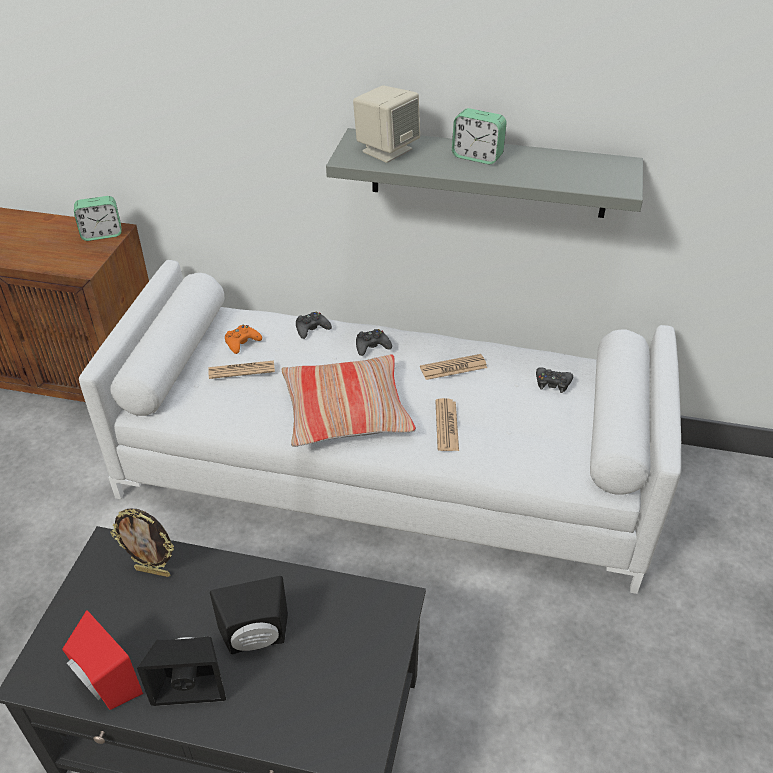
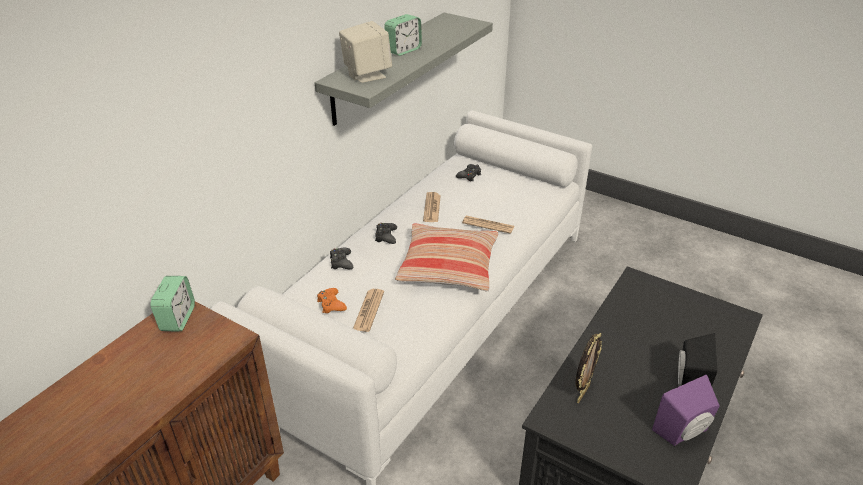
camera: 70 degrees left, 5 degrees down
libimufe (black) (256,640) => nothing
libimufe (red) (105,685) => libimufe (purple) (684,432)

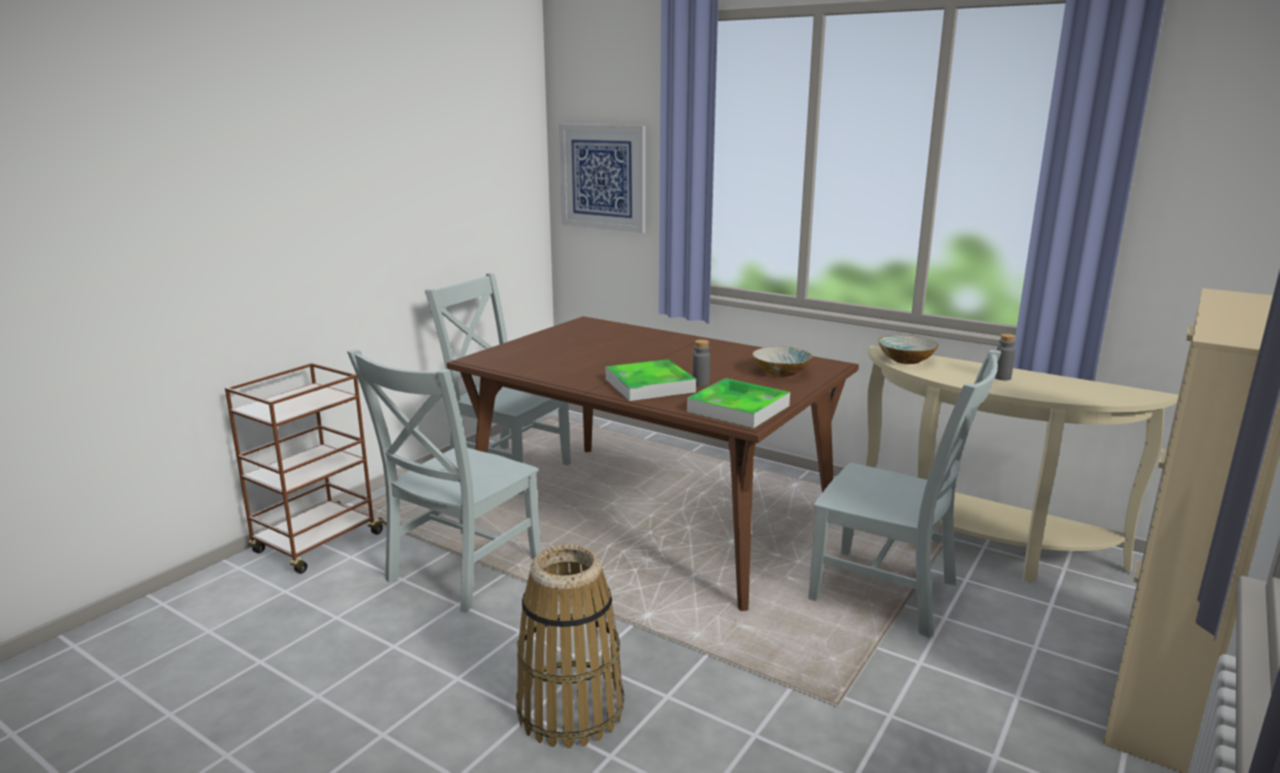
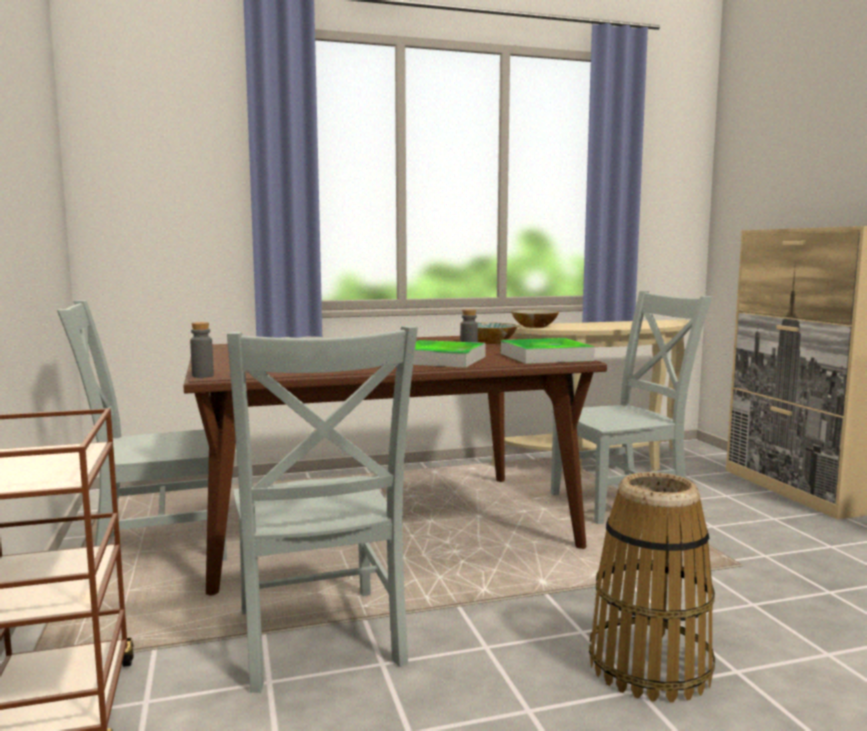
camera: 50 degrees left, 10 degrees down
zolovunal (603,177) => nothing
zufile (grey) (1002,377) => zufile (grey) (203,376), relocated

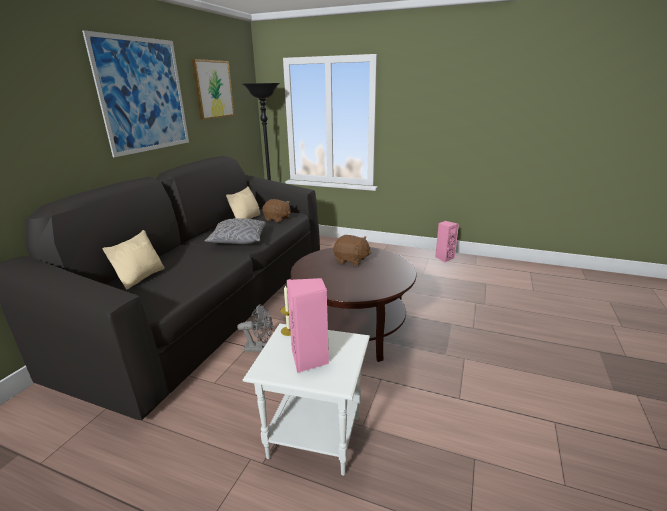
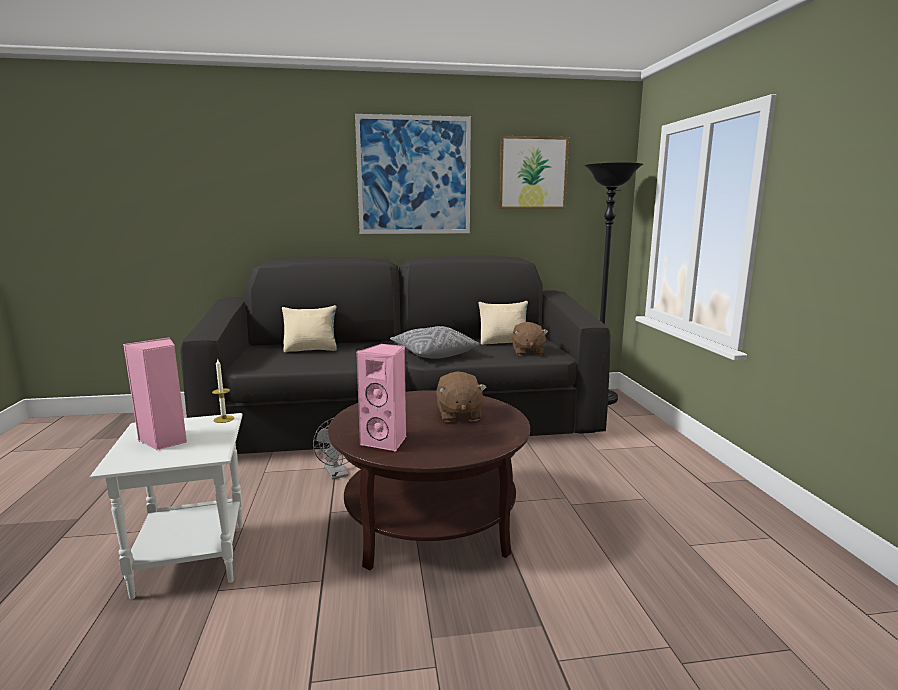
camera: 60 degrees right, 10 degrees down
libimufe (pink) (444,258) => libimufe (pink) (386,441), relocated

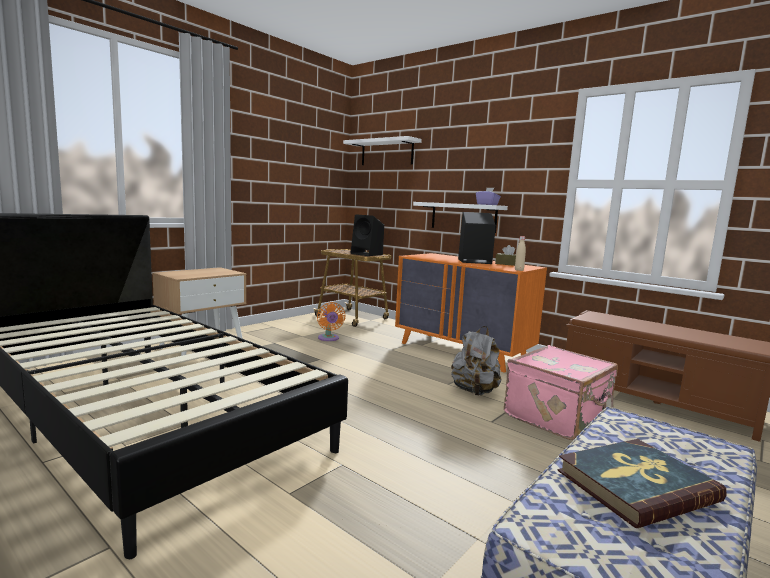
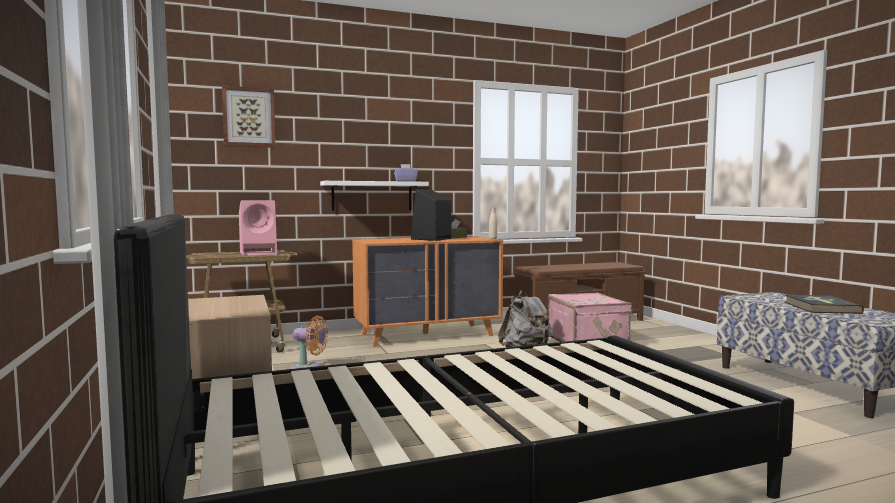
camera: 60 degrees left, 5 degrees down
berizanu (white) (387,153) => zolovunal (249,117)
libimufe (black) (367,254) => libimufe (pink) (259,253)

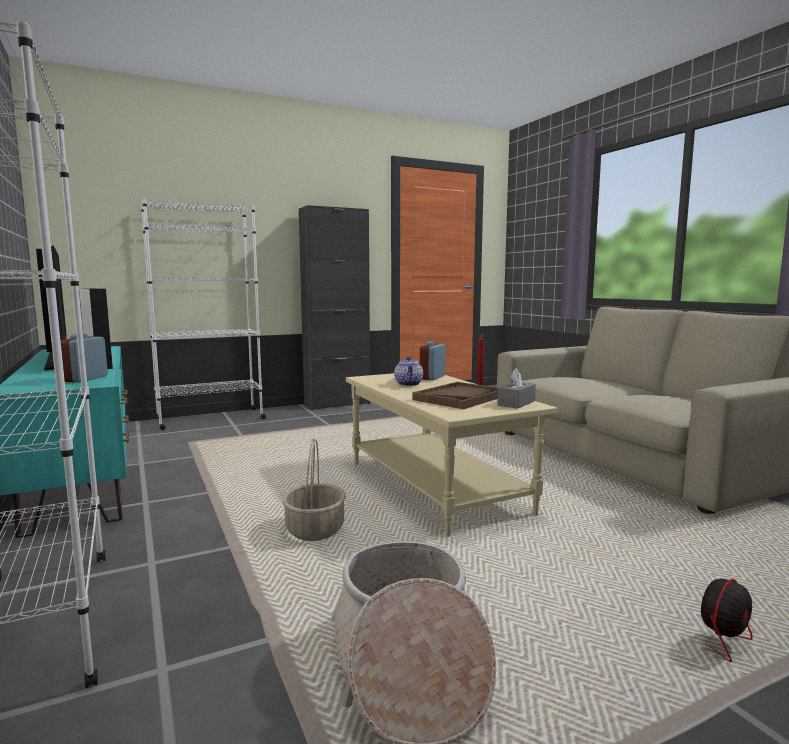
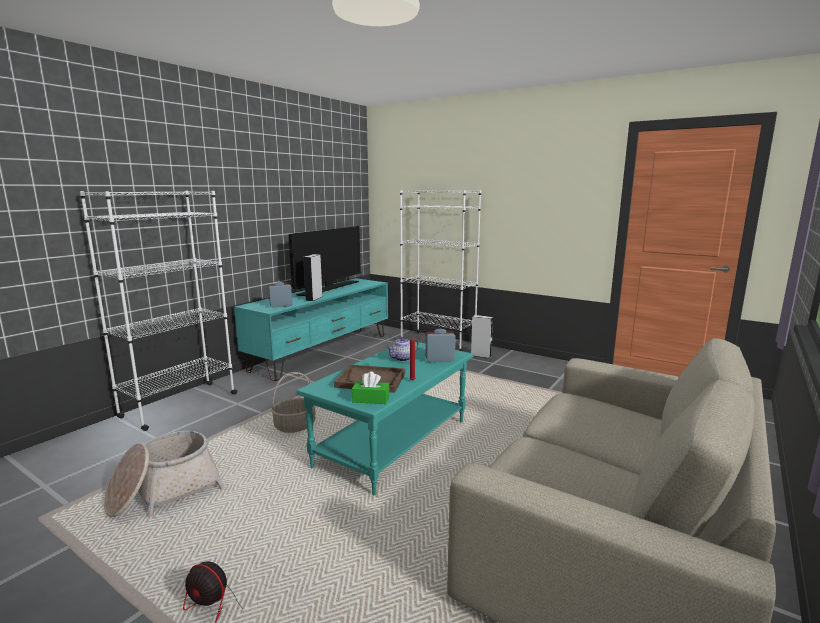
camera: 60 degrees right, 5 degrees up
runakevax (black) (337,404) => nothing
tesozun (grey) (516,403) => tesozun (green) (371,399)
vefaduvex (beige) (437,487) => vefaduvex (turquoise) (394,444)
nothing => libimufe (grey) (481,355)

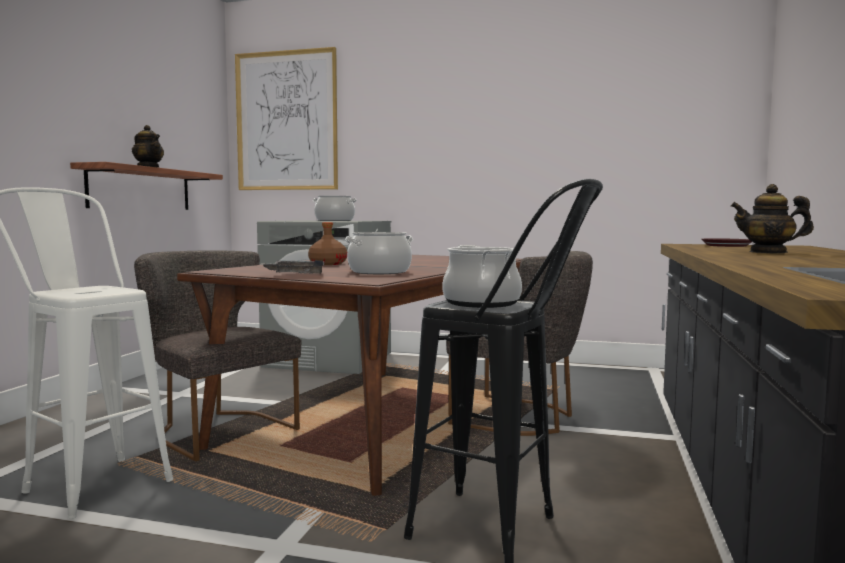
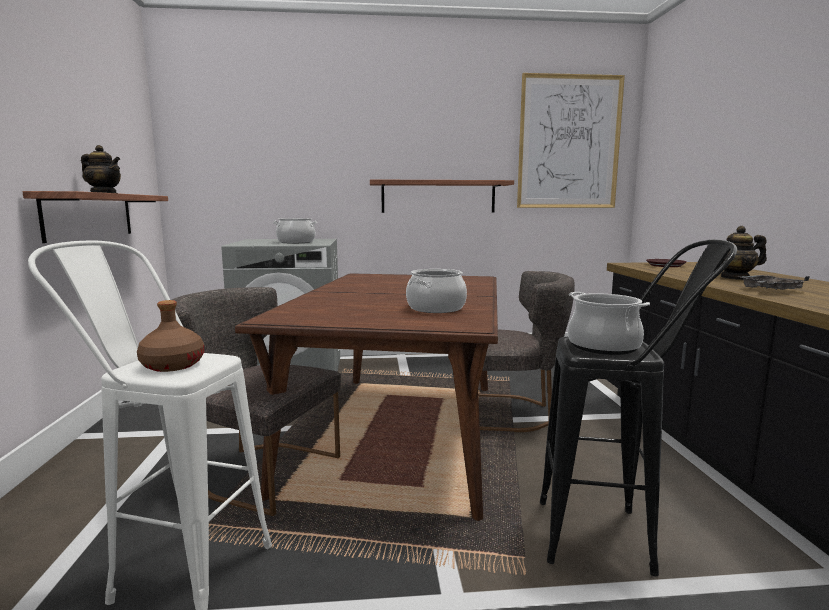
camera: 20 degrees left, 5 degrees up
zolovunal (286,121) => zolovunal (569,143), relocated
zufile (brown) (327,264) => zufile (brown) (172,365), relocated
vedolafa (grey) (296,275) => vedolafa (grey) (769,290), relocated
nothing => berizanu (438,197)

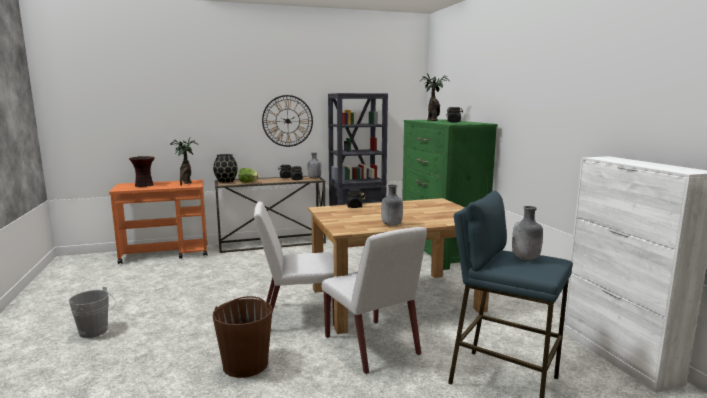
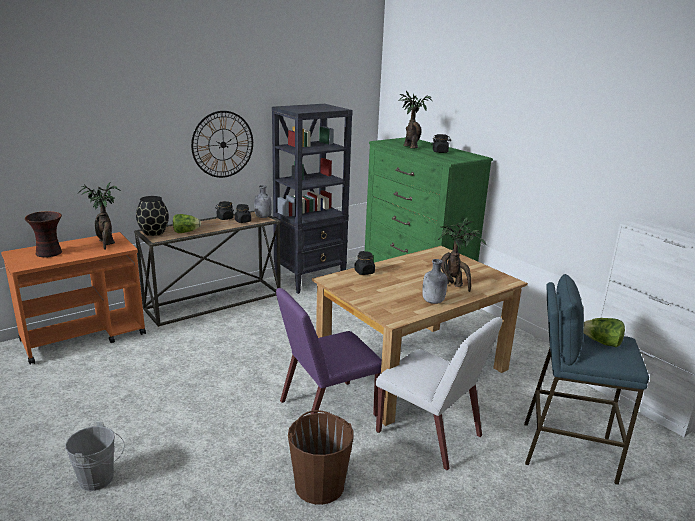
camera: 20 degrees left, 10 degrees up
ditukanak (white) (298,316) => ditukanak (purple) (327,409)
zufile (grey) (525,258) => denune (602,343)
nothing => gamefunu (454,285)

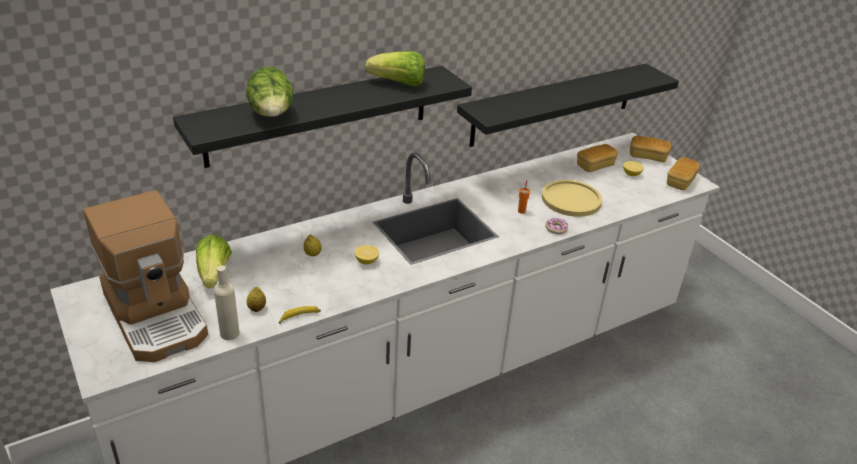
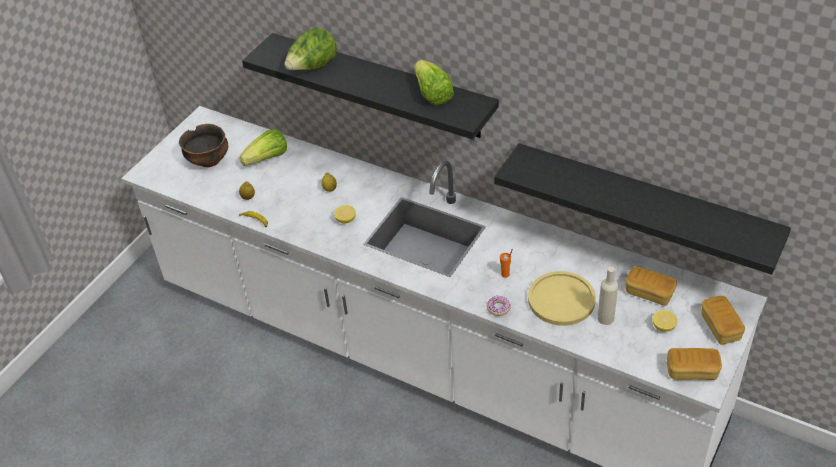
camera: 65 degrees right, 10 degrees up
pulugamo (157,315) => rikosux (208,160)
zufile (beige) (229,333) => zufile (beige) (605,318), relocated

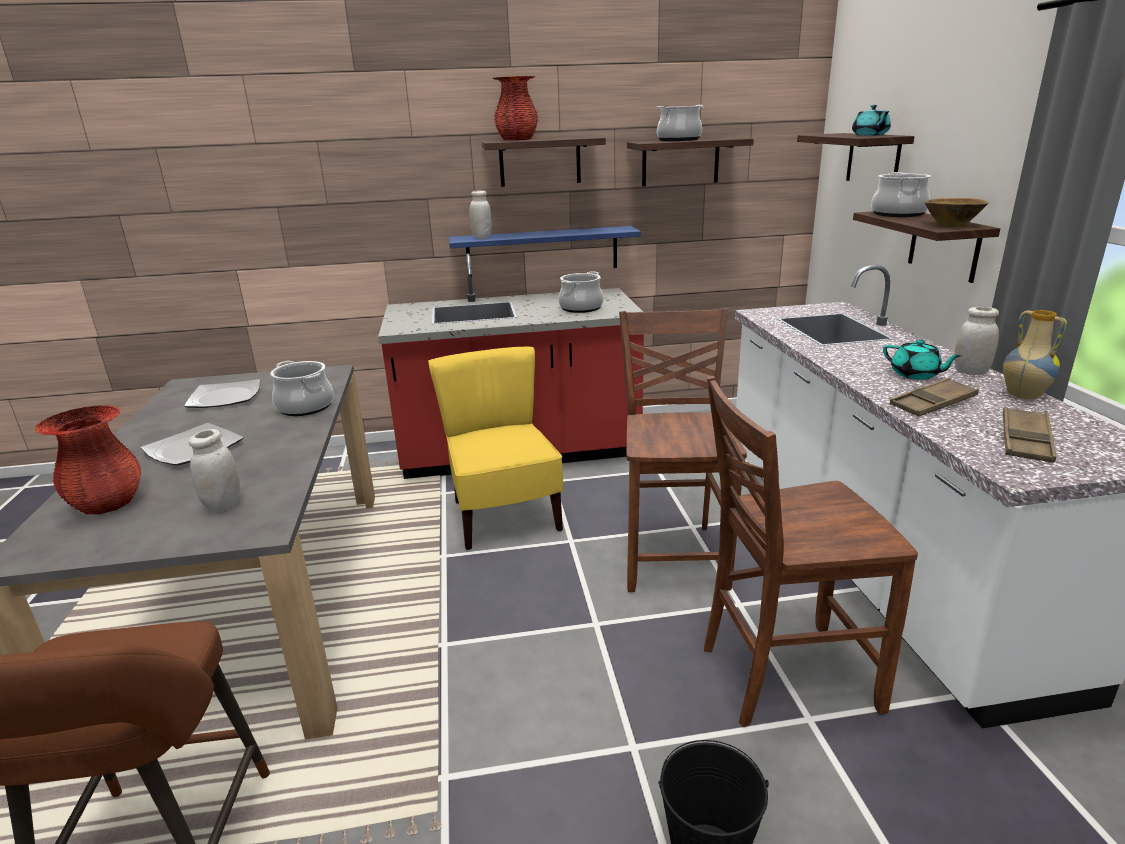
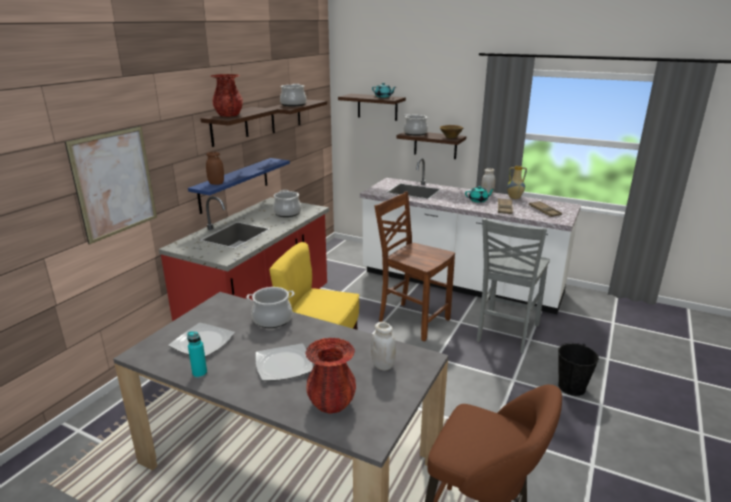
camera: 55 degrees left, 0 degrees up
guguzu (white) (482,237) => guguzu (brown) (216,183)
ditukanak (brown) (783,675) => ditukanak (grey) (505,333)
nothing => zolovunal (115,183)
nothing => zufile (turquoise) (200,373)

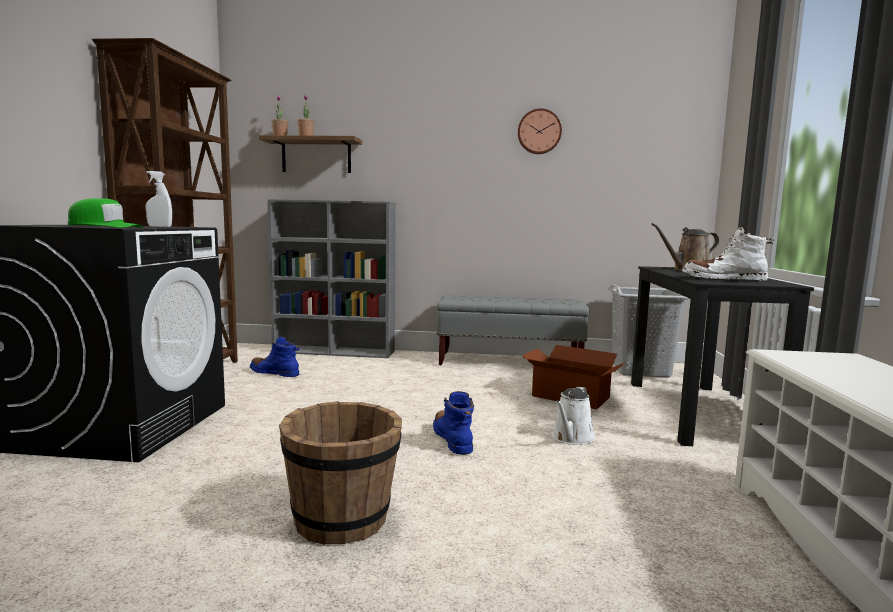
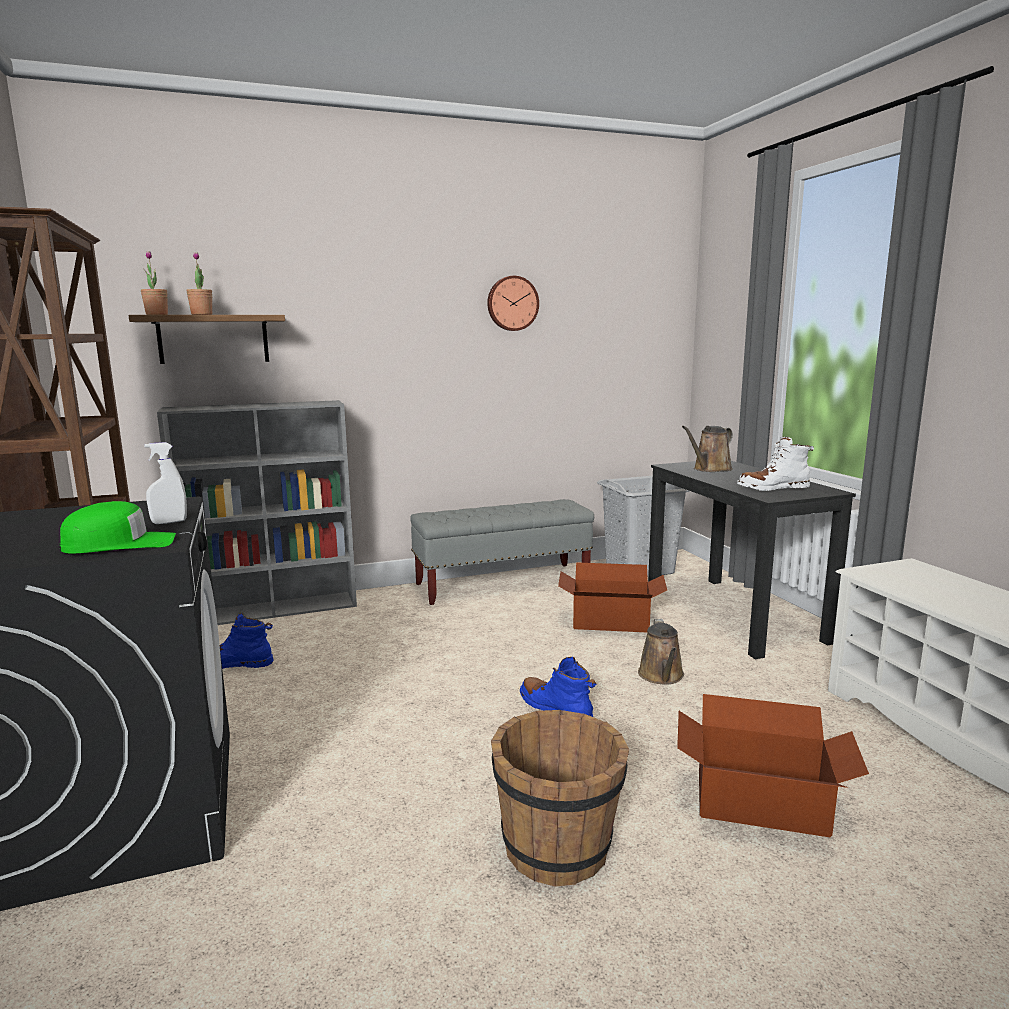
camera: 25 degrees left, 5 degrees up
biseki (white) (571,438) => biseki (brown) (662,676)
nothing => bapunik (762,803)

